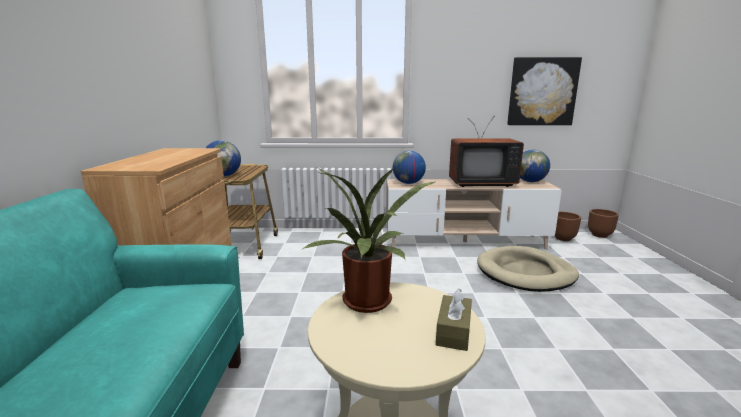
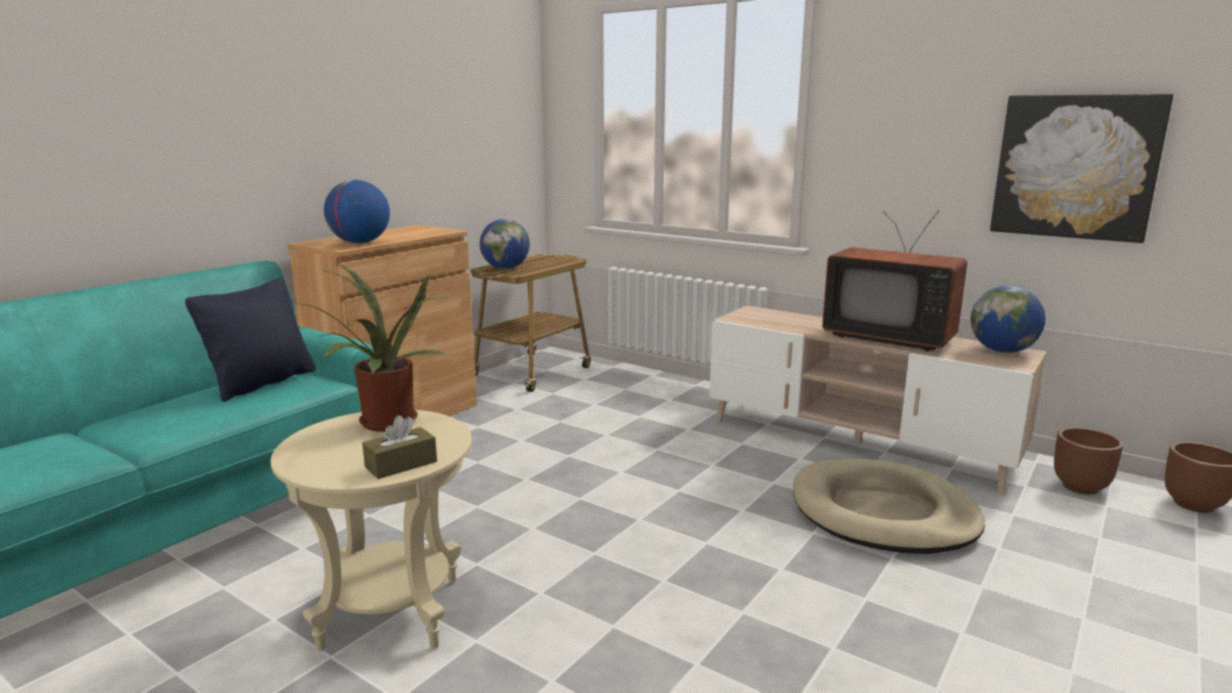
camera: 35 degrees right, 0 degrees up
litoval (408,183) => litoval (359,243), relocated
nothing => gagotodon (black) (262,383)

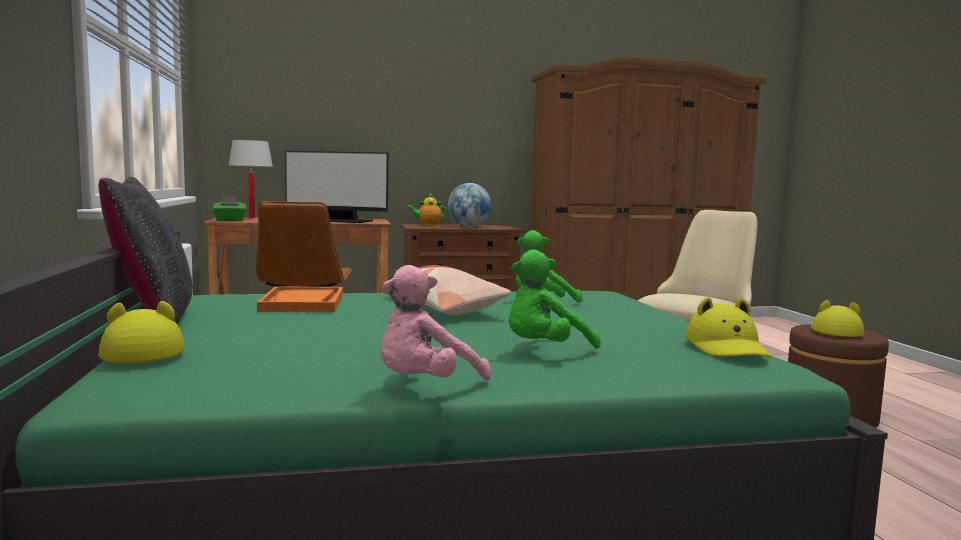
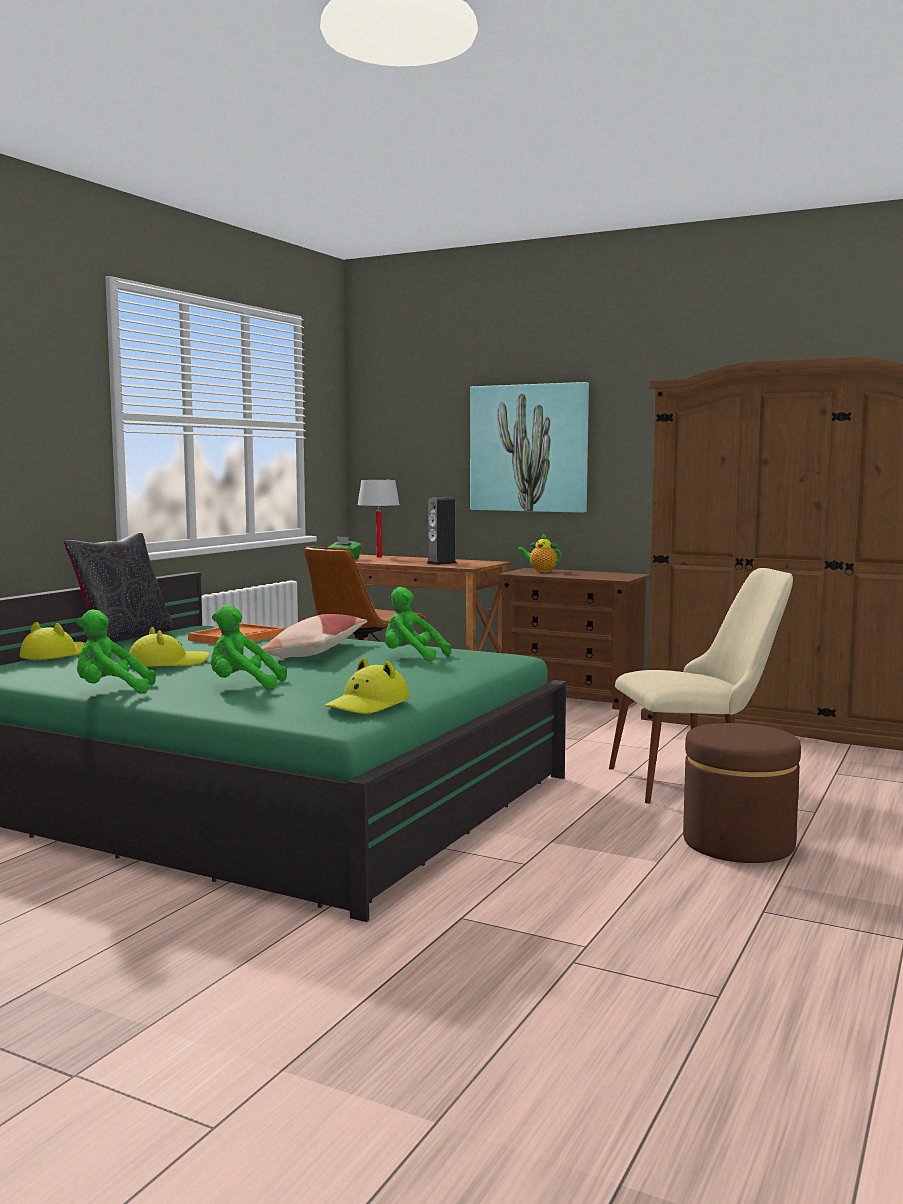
camera: 40 degrees right, 0 degrees up
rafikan (339,221) => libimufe (441,563)
litoval (469,227) => nothing
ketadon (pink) (425,386) => ketadon (green) (111,691)
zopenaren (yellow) (835,331) => zopenaren (yellow) (167,663), relocated
nothing => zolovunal (529,448)

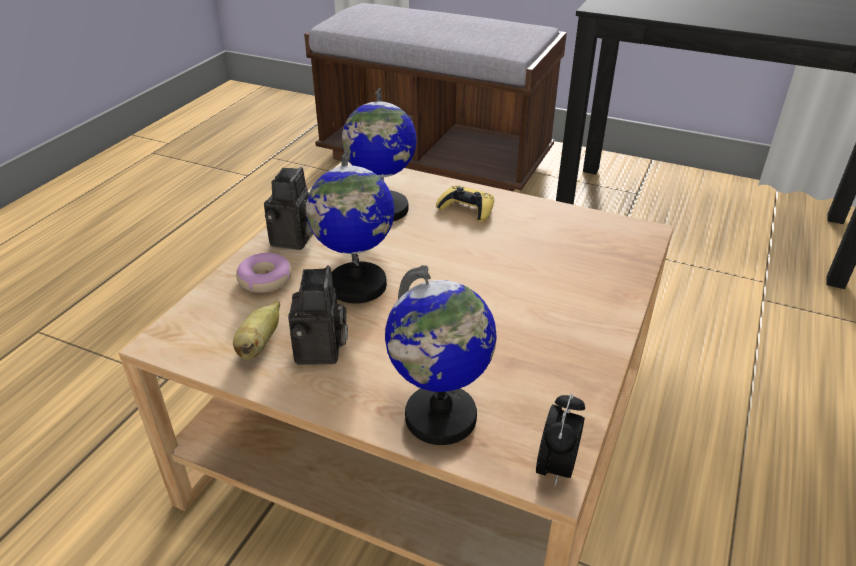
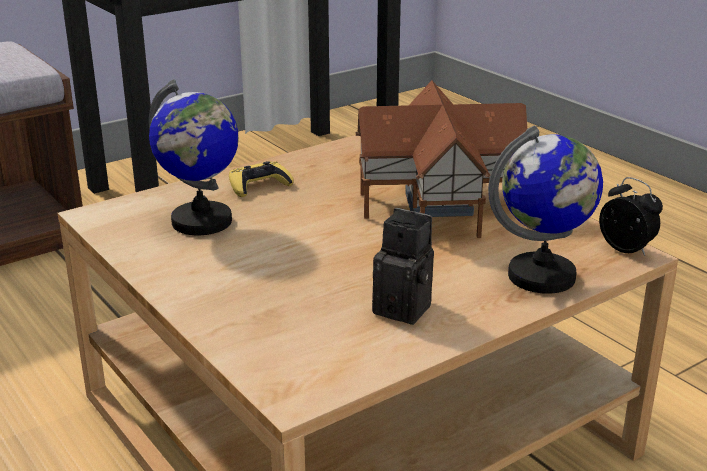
camera: 60 degrees left, 10 degrees down
litoval (357,286) => nothing
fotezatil (294,240) => nothing
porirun (265,279) => nothing
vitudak (259,344) => nothing
nothing => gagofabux (436,203)

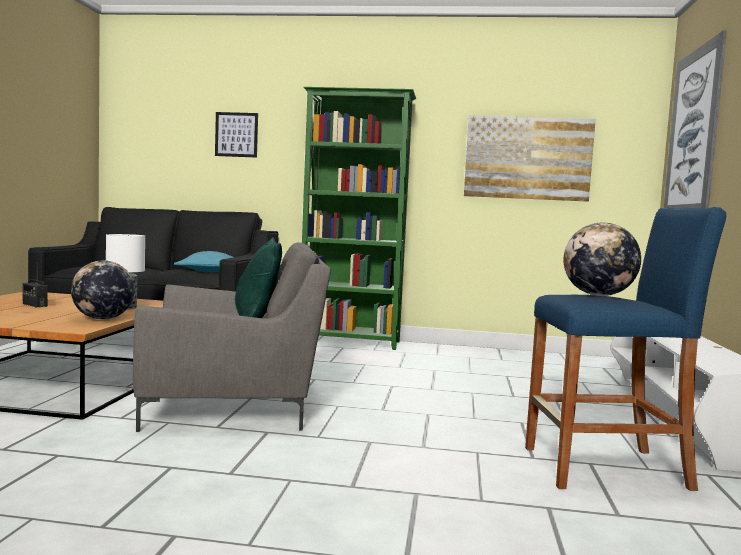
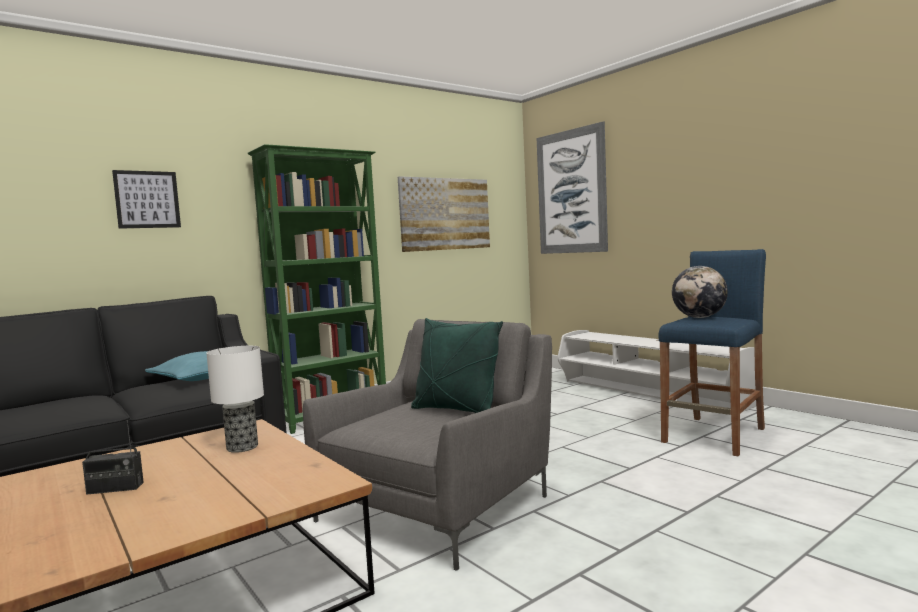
camera: 45 degrees left, 0 degrees up
litoval (103,319) => nothing

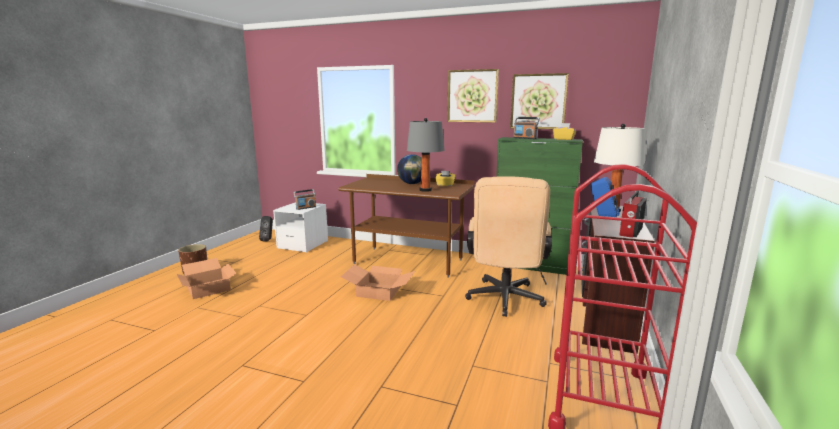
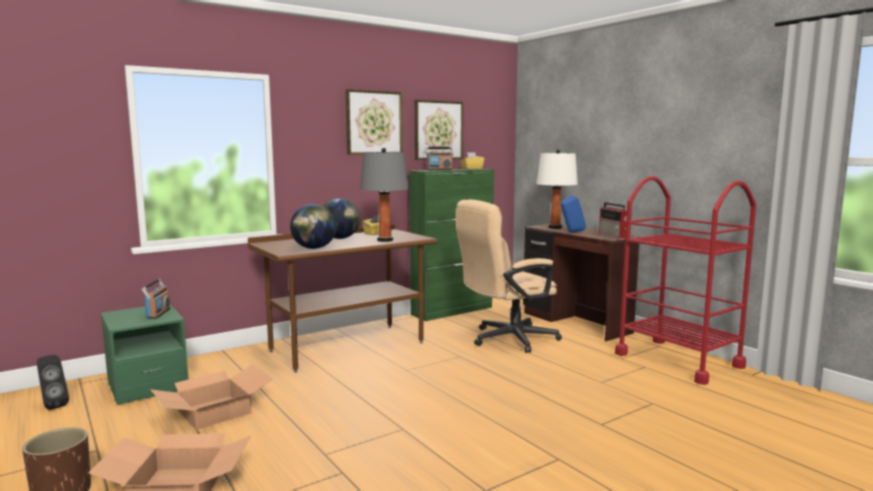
camera: 55 degrees left, 5 degrees down
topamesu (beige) (504,301) => topamesu (beige) (506,340), 105 degrees clockwise
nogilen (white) (303,245) => nogilen (green) (147,385)
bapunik (378,291) => bapunik (214,412), relocated
nothing => litoval (314,248)

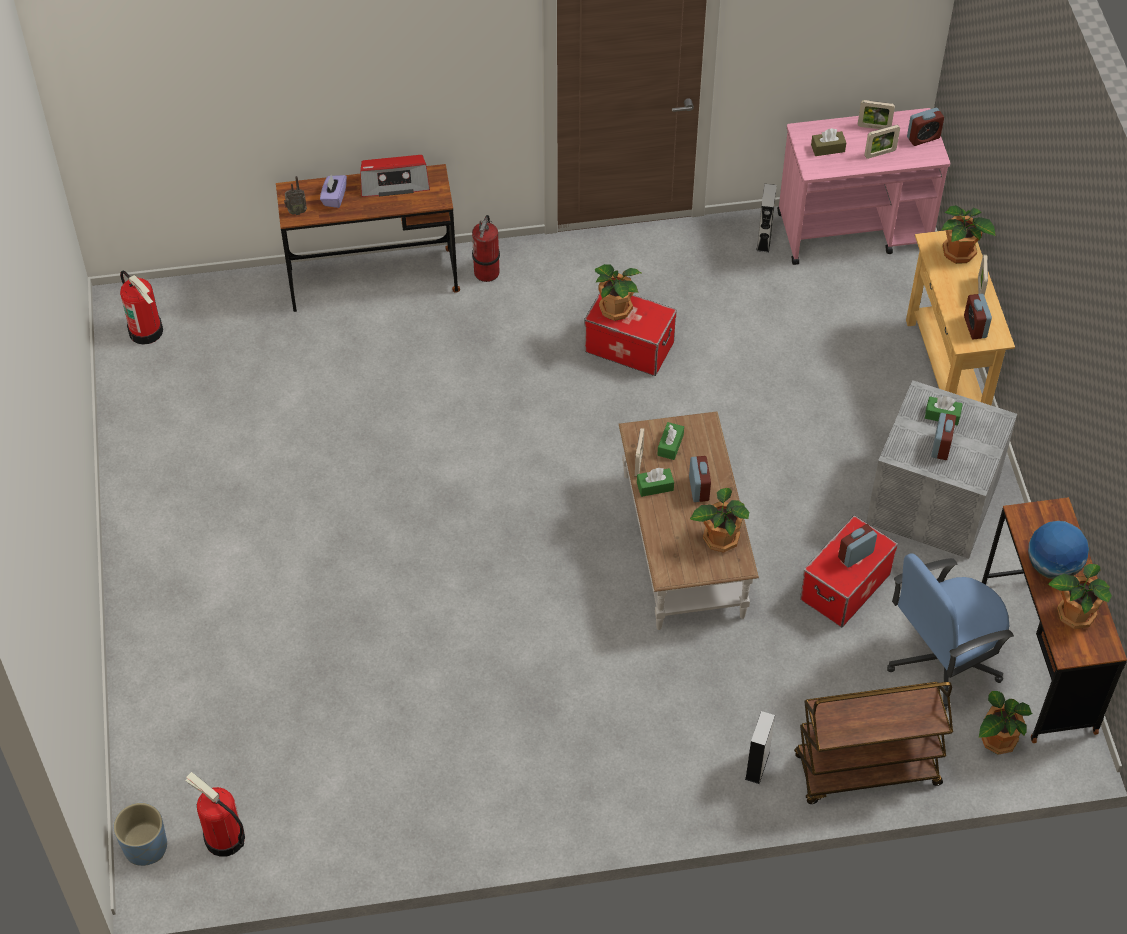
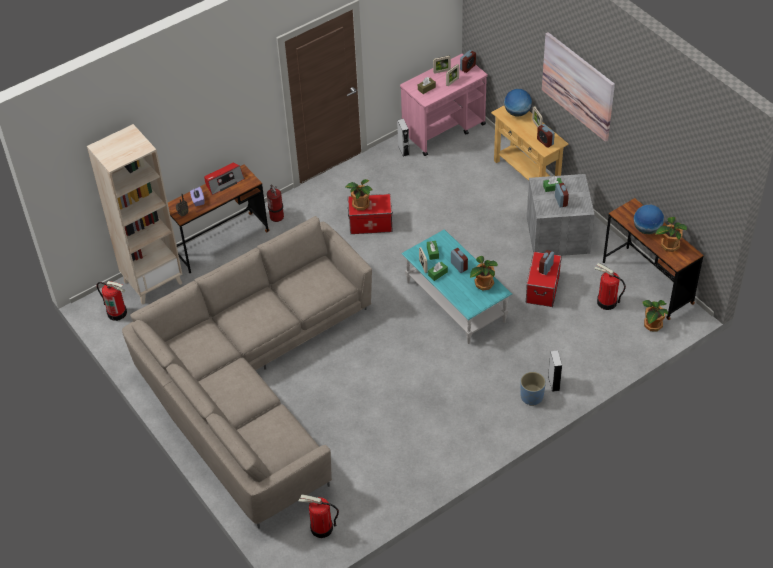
camera: 25 degrees left, 5 degrees down
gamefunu (959,253) => litoval (517,113)
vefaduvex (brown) (683,544) => vefaduvex (turquoise) (455,301)
topamesu (blue) (941,661) => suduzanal (606,302)
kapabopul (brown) (866,771) => nothing
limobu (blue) (145,846) => limobu (blue) (531,397), relocated
nothing => zolovunal (578,86)
nothing => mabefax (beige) (153,282)
nothing => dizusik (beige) (254,383)

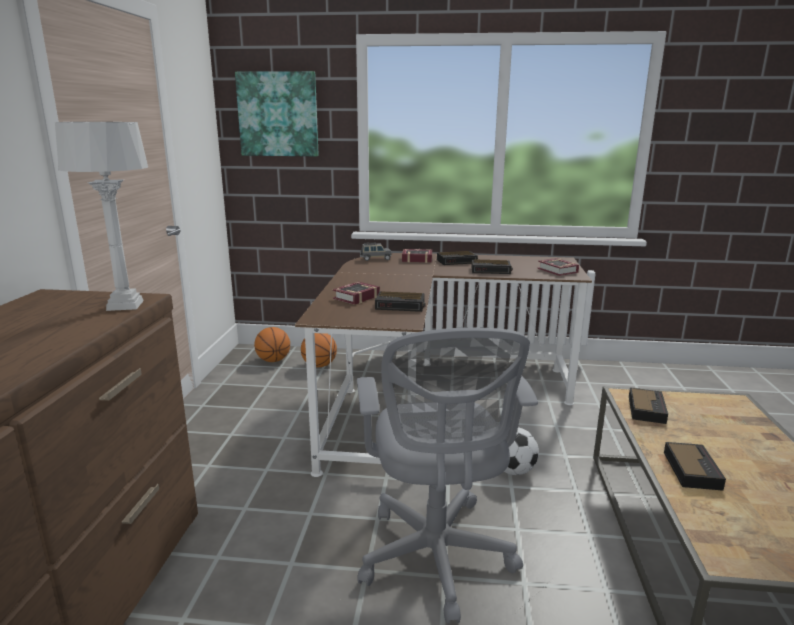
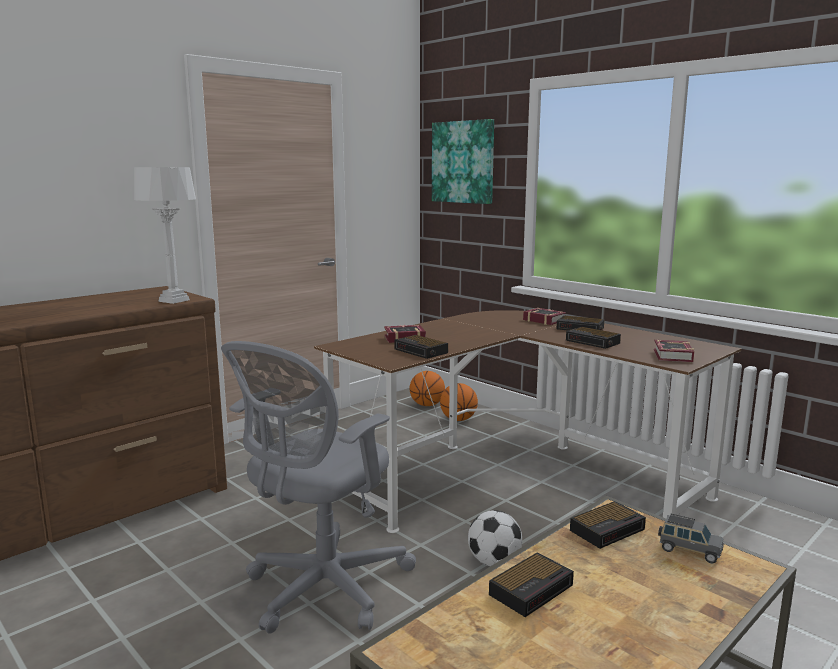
camera: 40 degrees right, 5 degrees down
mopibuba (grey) (375,259) => mopibuba (grey) (689,551), relocated

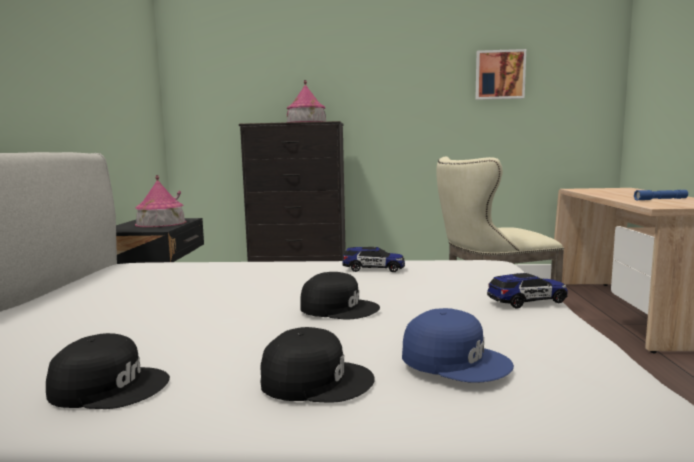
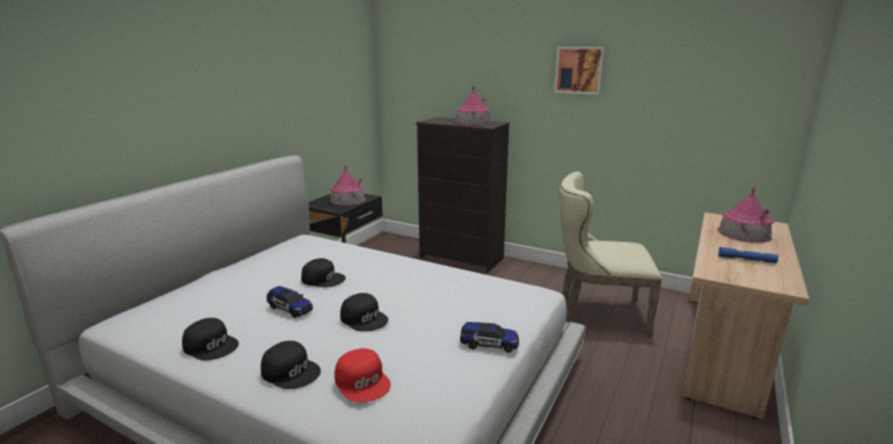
camera: 25 degrees right, 10 degrees up
zolovunal (499,75) => zolovunal (579,70), relocated
mopibuba (373,269) => mopibuba (290,308), relocated
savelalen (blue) (455,359) => savelalen (red) (363,381)
nothing => gagofabux (744,233)
nothing => savelalen (black) (323,279)

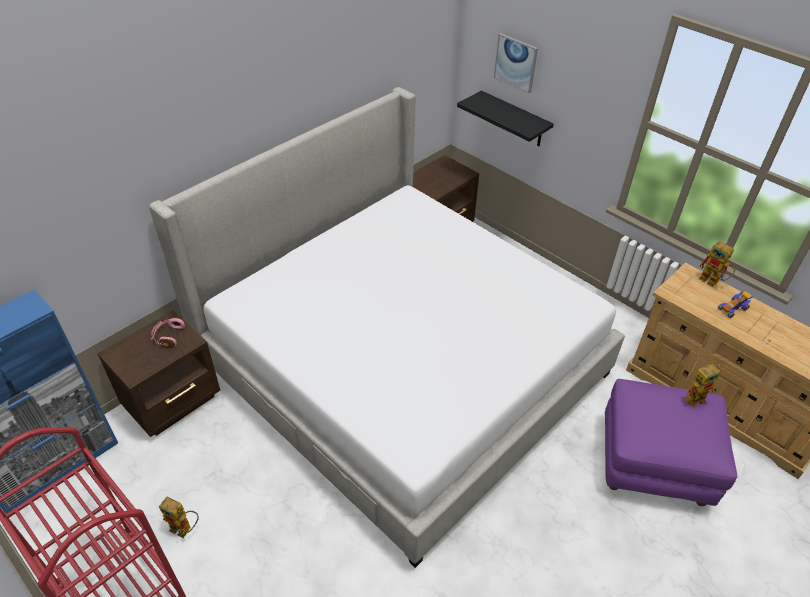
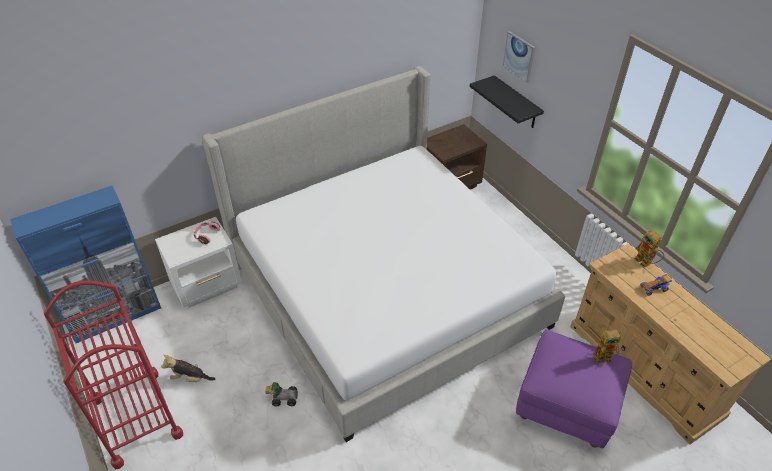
camera: 15 degrees right, 0 degrees up
nogilen (brown) (174,401) => nogilen (white) (208,285)
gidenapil (185,529) => ketadon (190,378)
nothing => mopibuba (283,398)

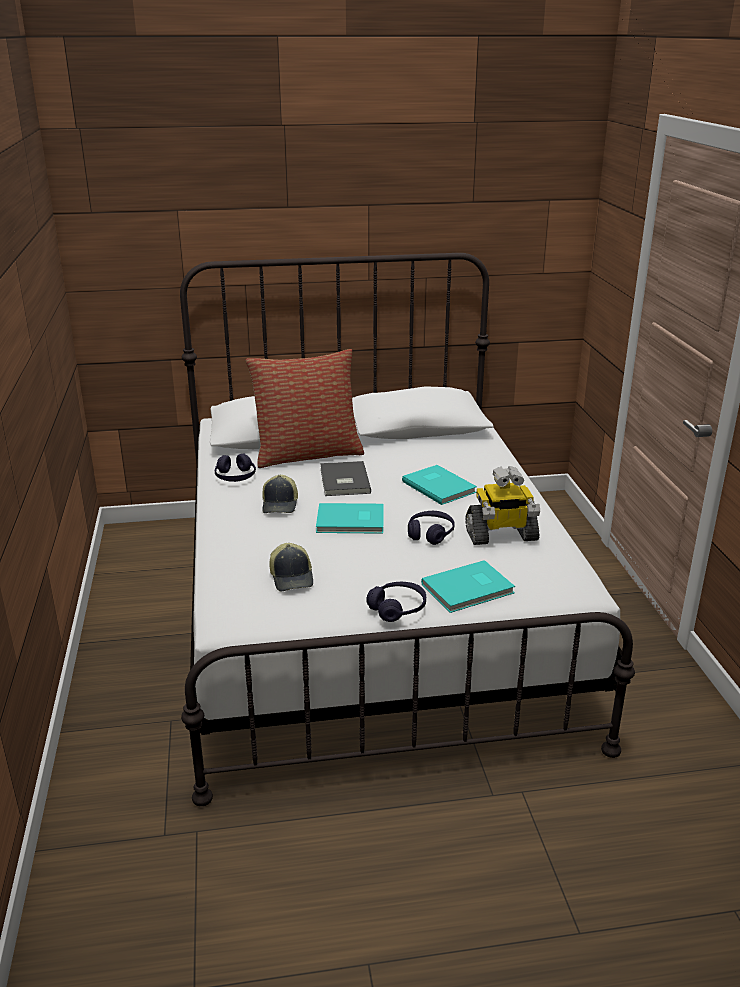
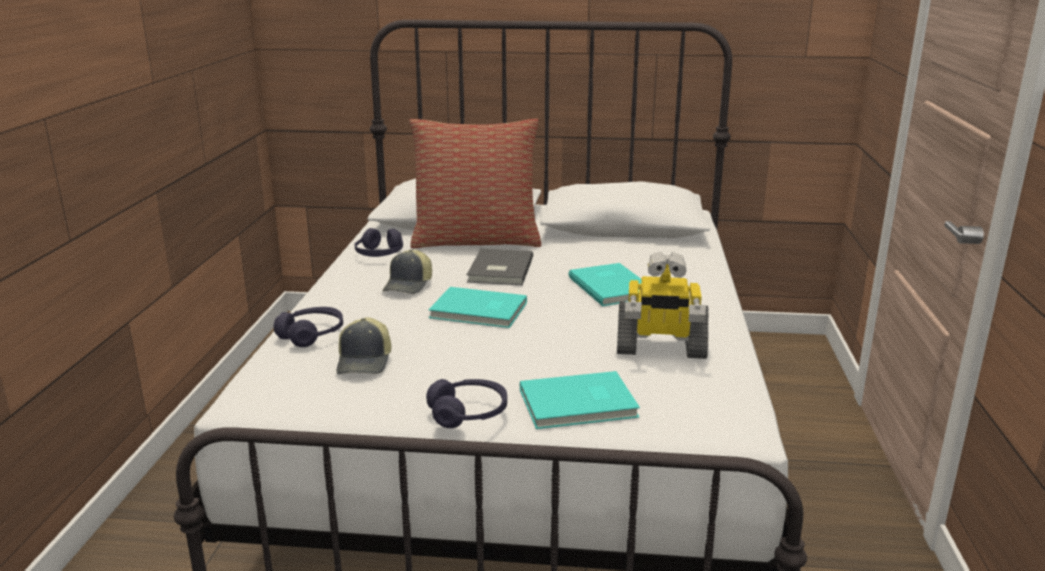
camera: 15 degrees right, 5 degrees down
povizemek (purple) (430,534) => povizemek (purple) (311,335), relocated

